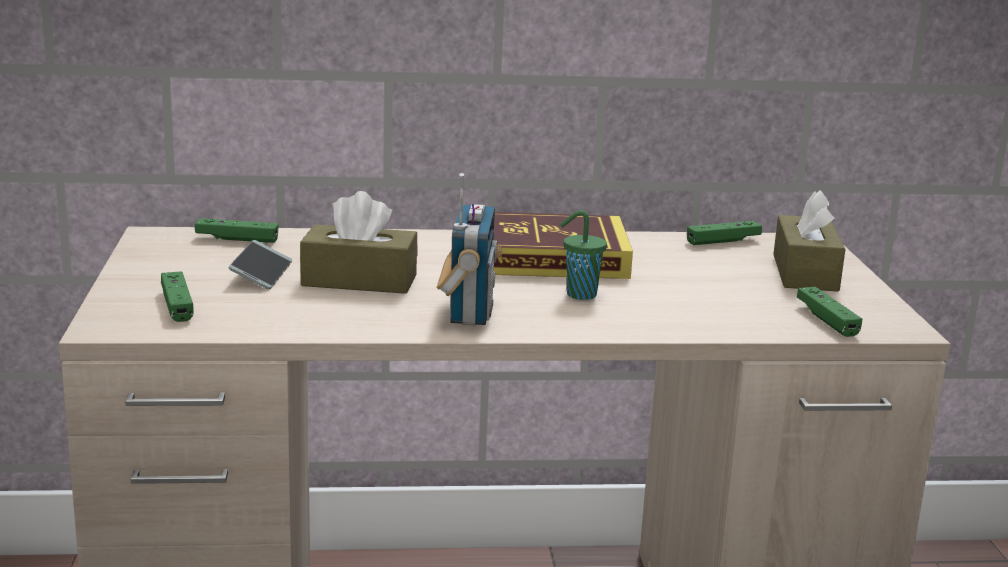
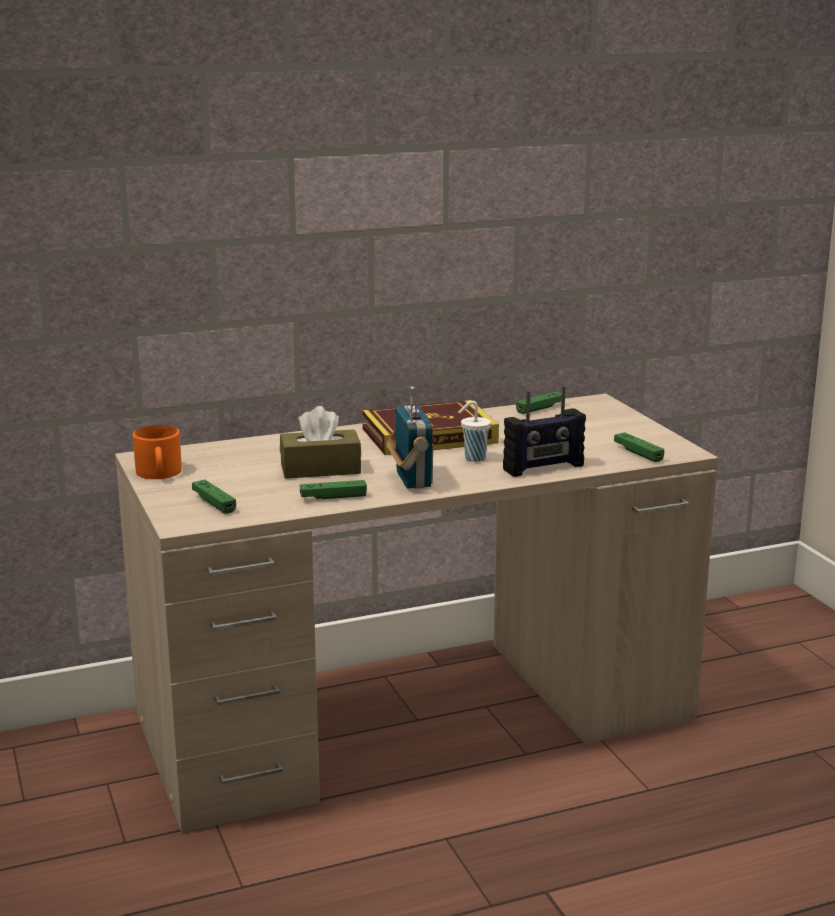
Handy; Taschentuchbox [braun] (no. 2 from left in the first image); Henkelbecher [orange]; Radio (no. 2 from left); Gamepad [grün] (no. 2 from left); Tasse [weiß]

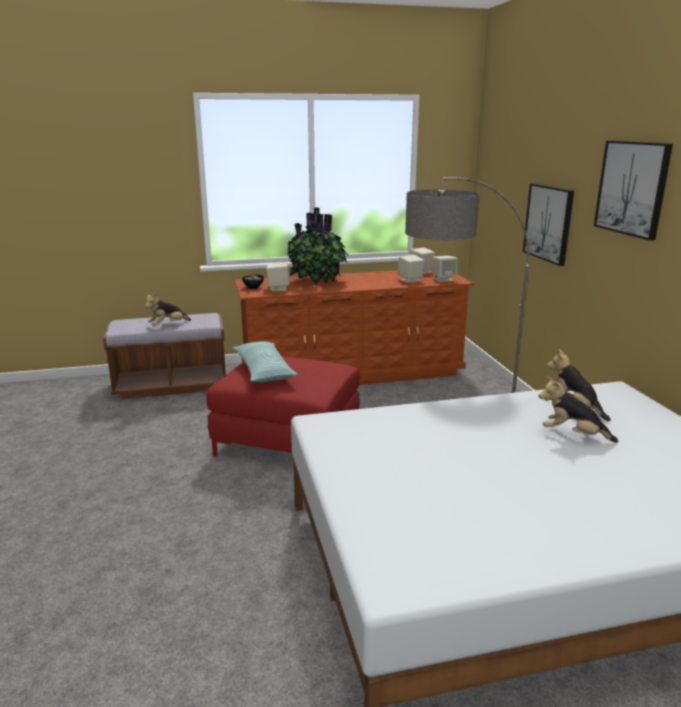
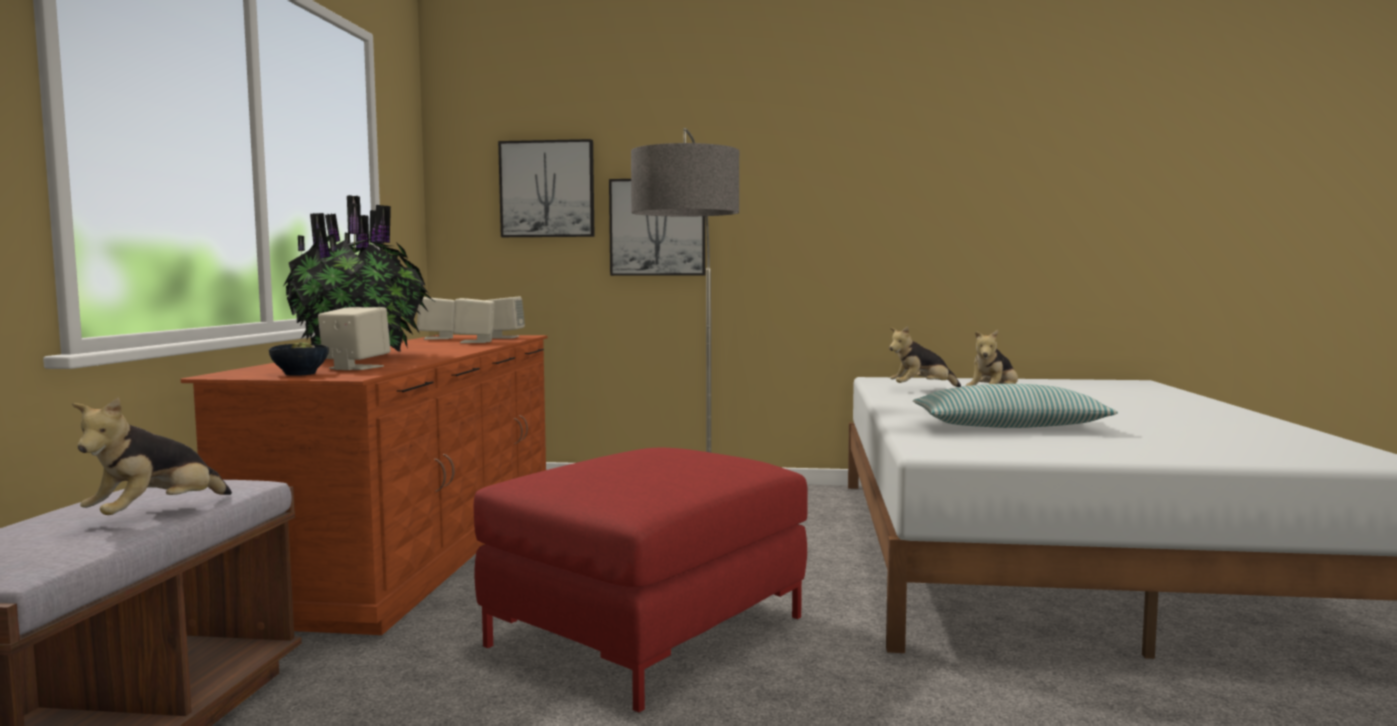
Kissen; Bild (no. 1 from left); Plüschtier (no. 1 from left)

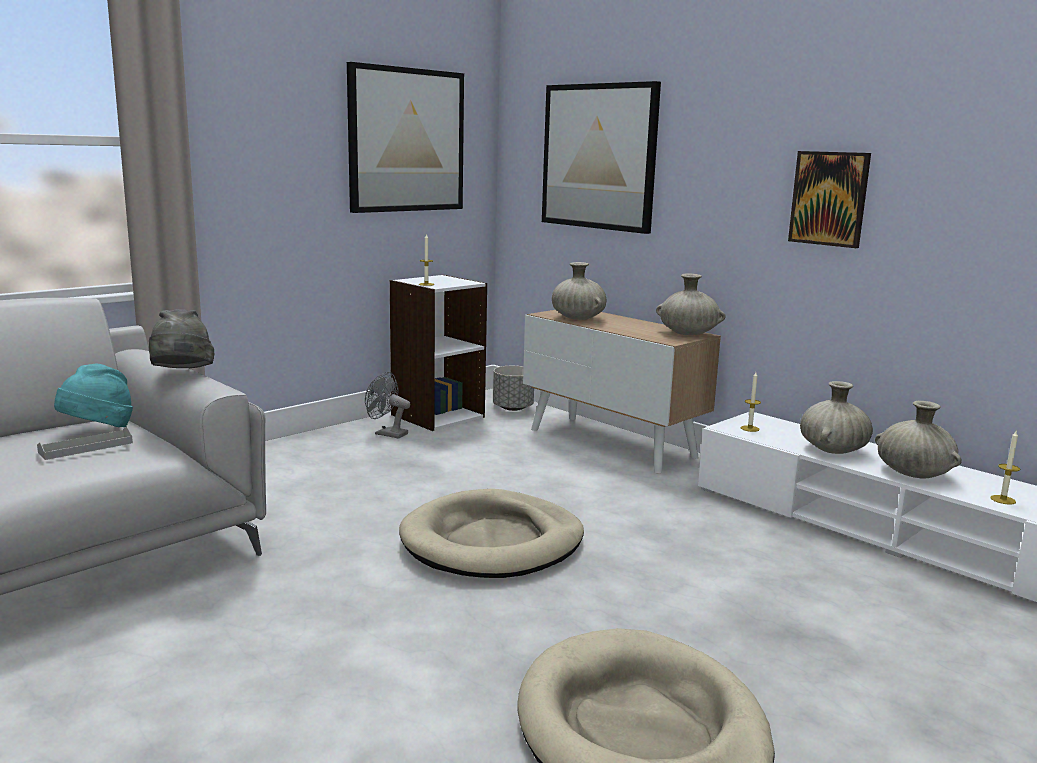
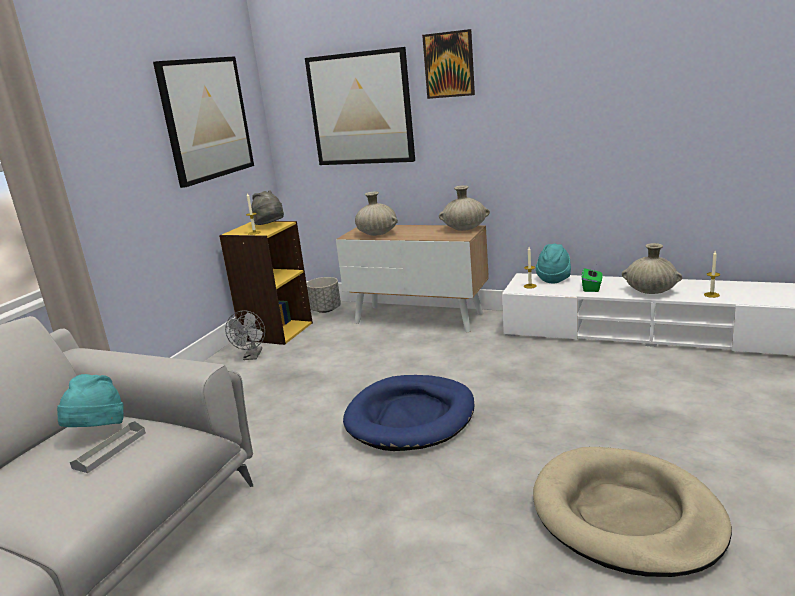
Hut [türkis] (no. 2 from left); Hut [grau]; Bild (no. 3 from left); Taschentuchbox [grün]; Bücherregal [gelb]; Hundebett [blau]; Ventilator [grau]

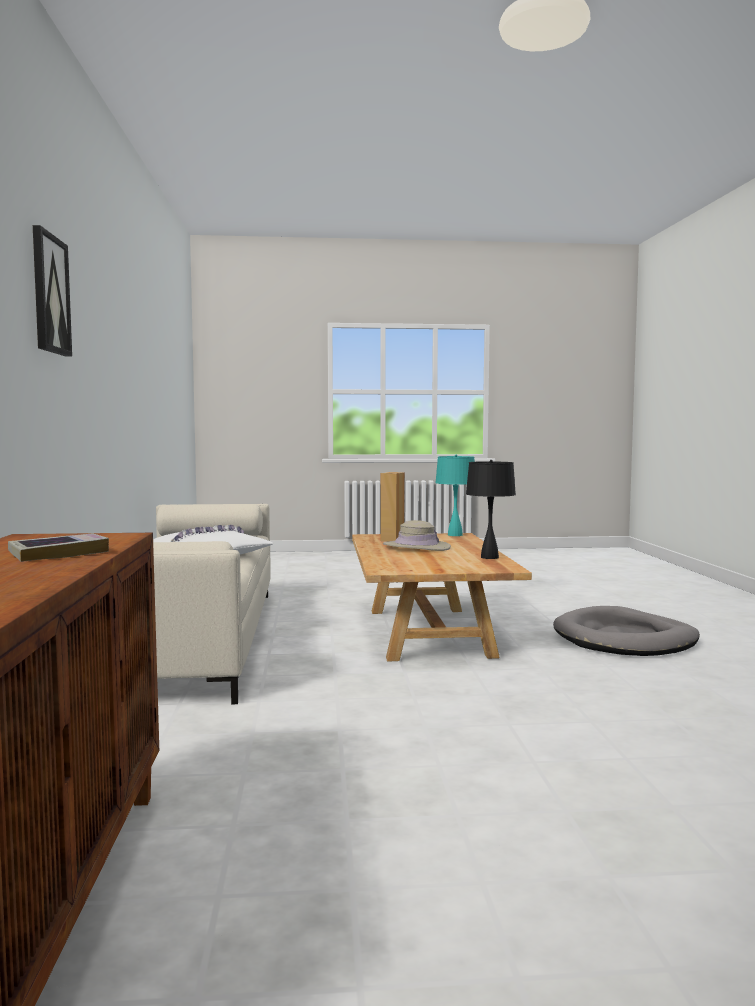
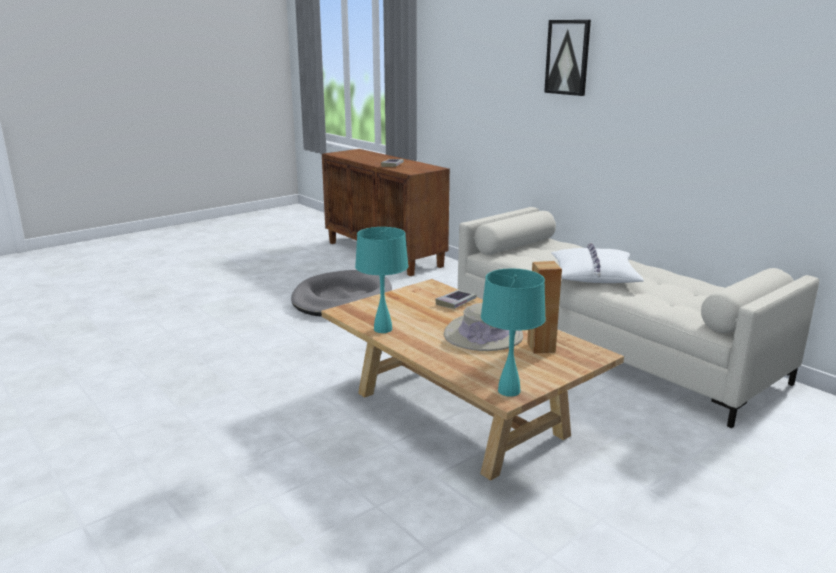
Buch (no. 2 from left); Hundebett [grau]; Tischlampe [türkis] (no. 1 from left)

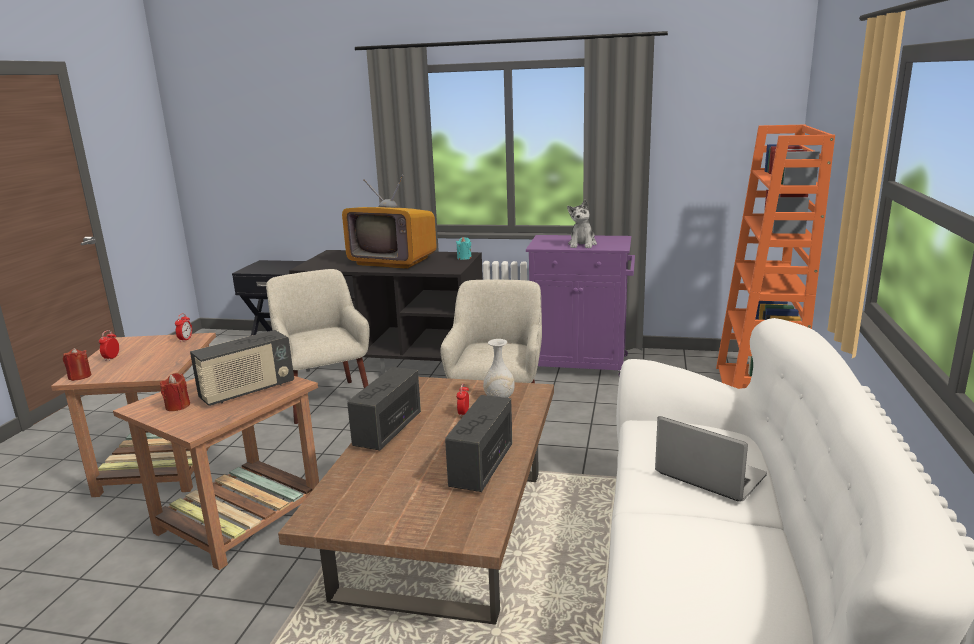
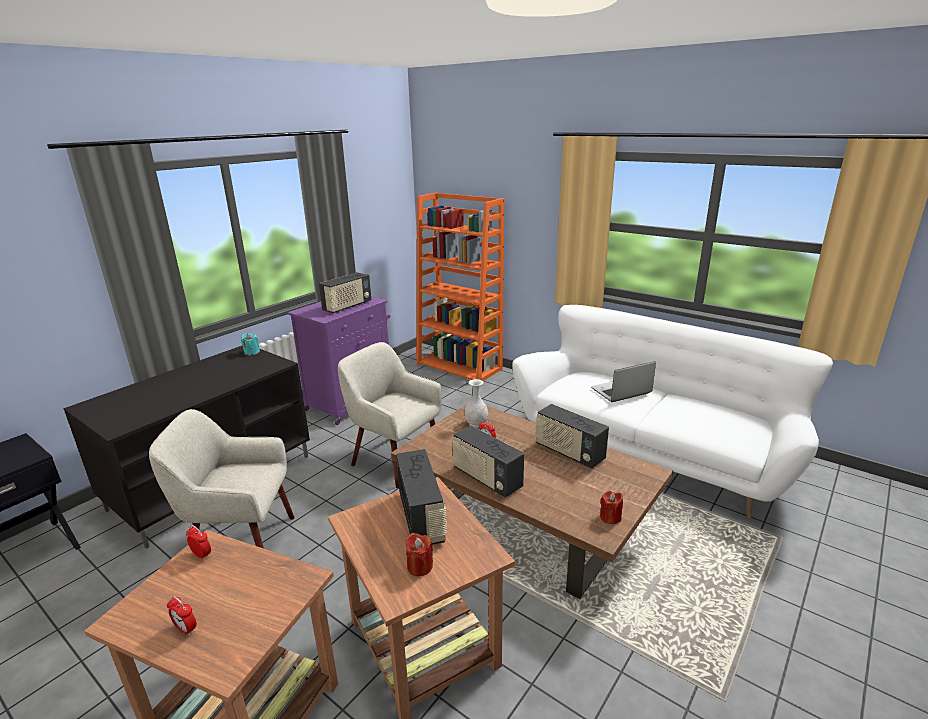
Fernseher; Kerze [rot] (no. 2 from left); Radio (no. 1 from left)

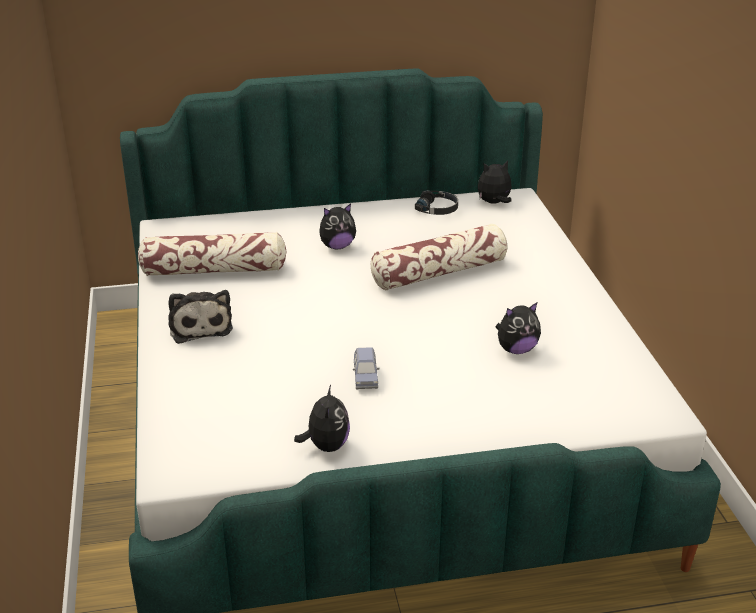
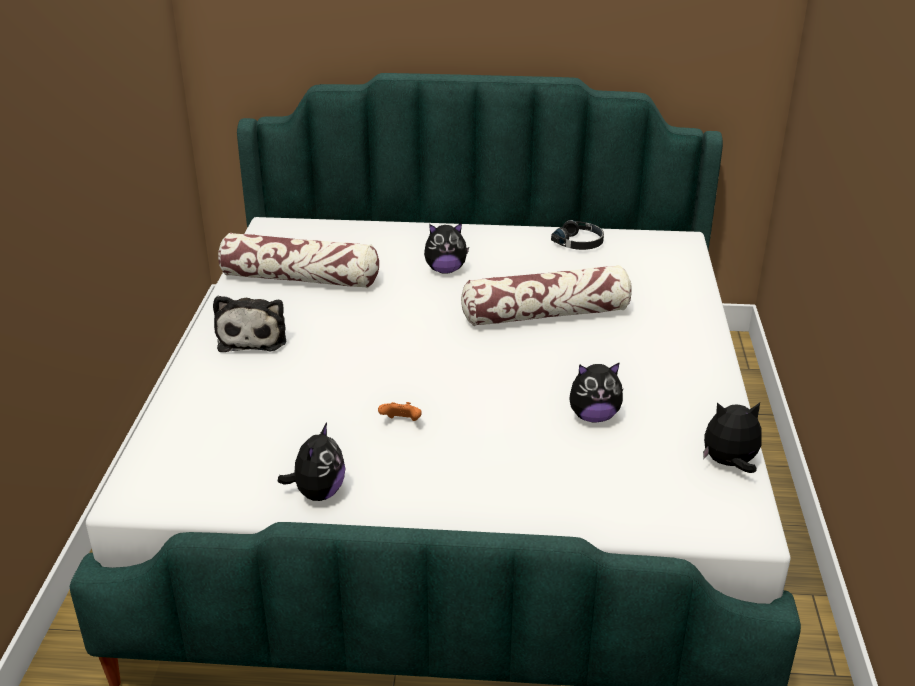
Plüschtier (no. 5 from left); Gamepad [orange]

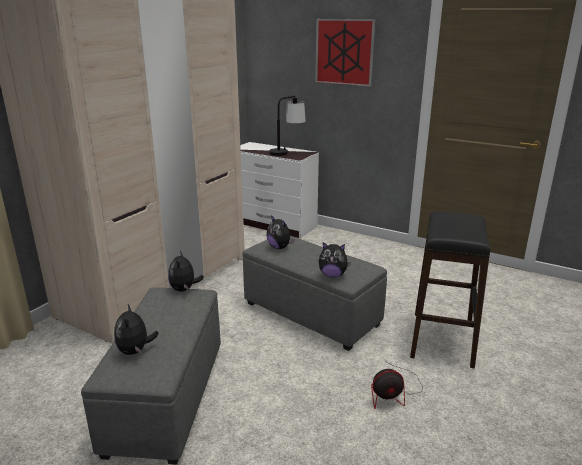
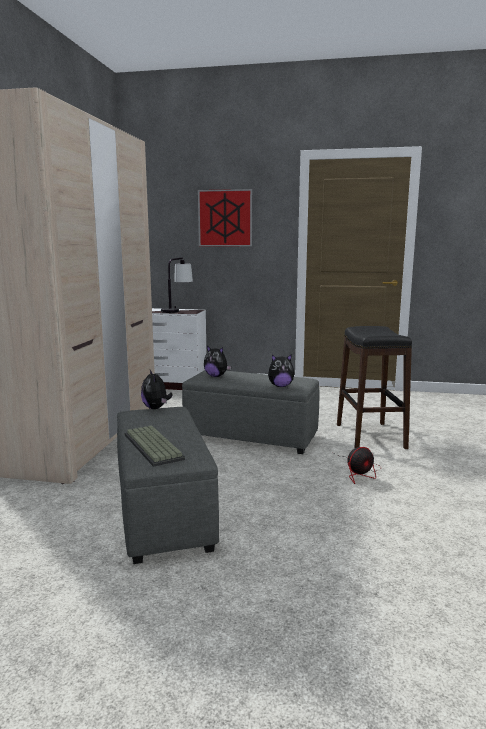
Tastatur

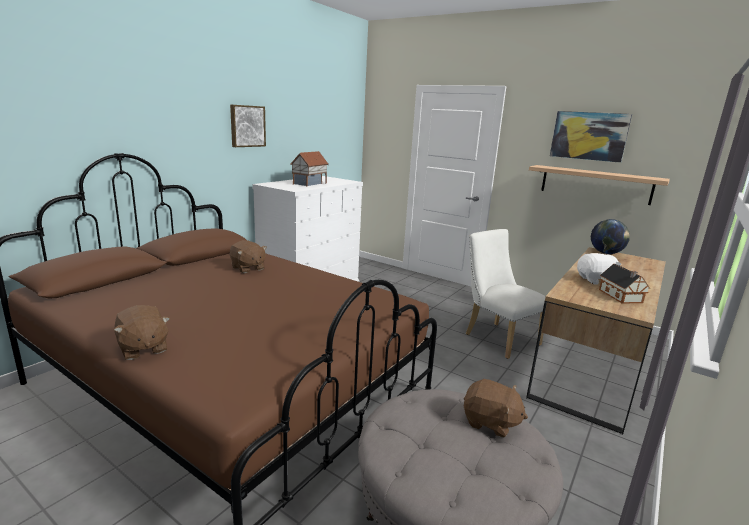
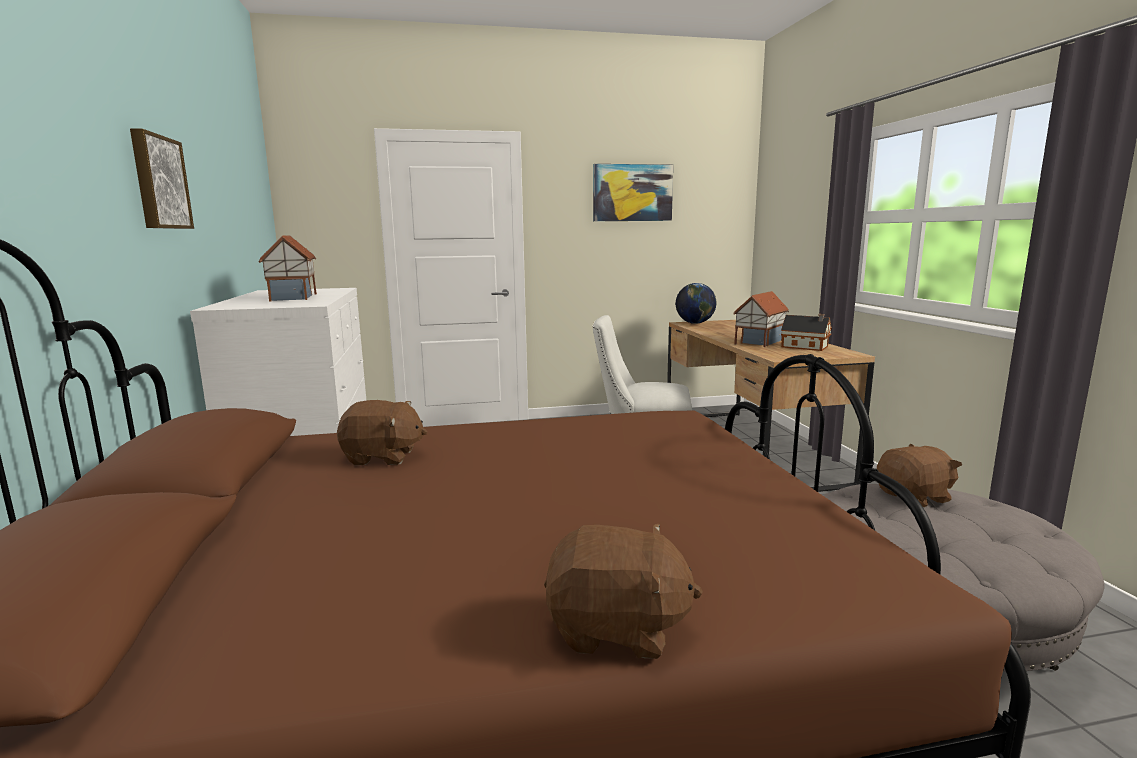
Wandregal; Spielzeughaus (no. 2 from left)

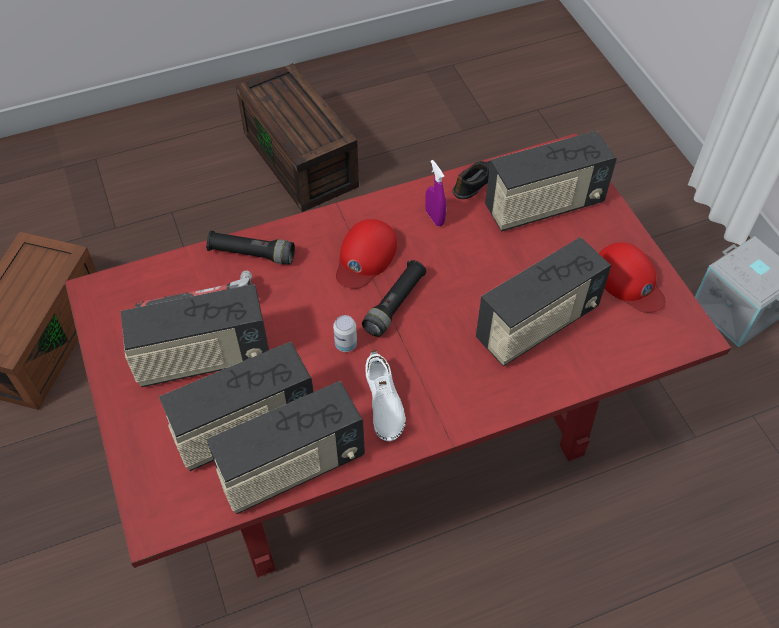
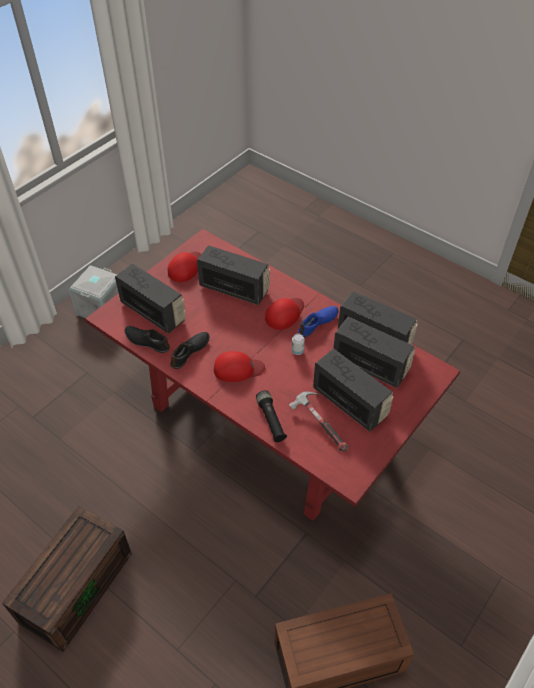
Taschenlampe [schwarz] (no. 2 from left in the first image); Kappe [rot] (no. 3 from left); Schuh [schwarz] (no. 2 from left); Schuh [blau]

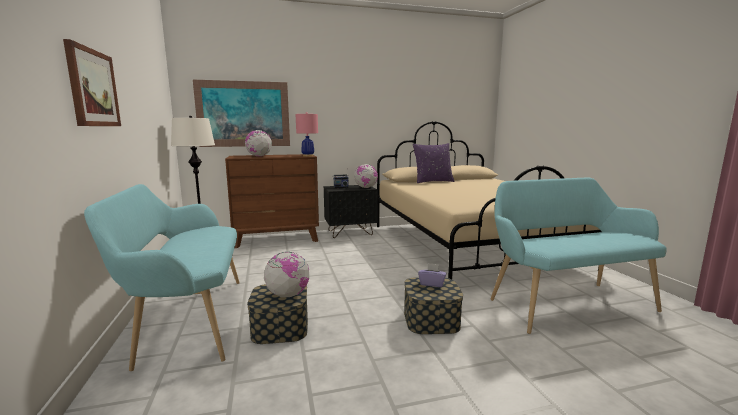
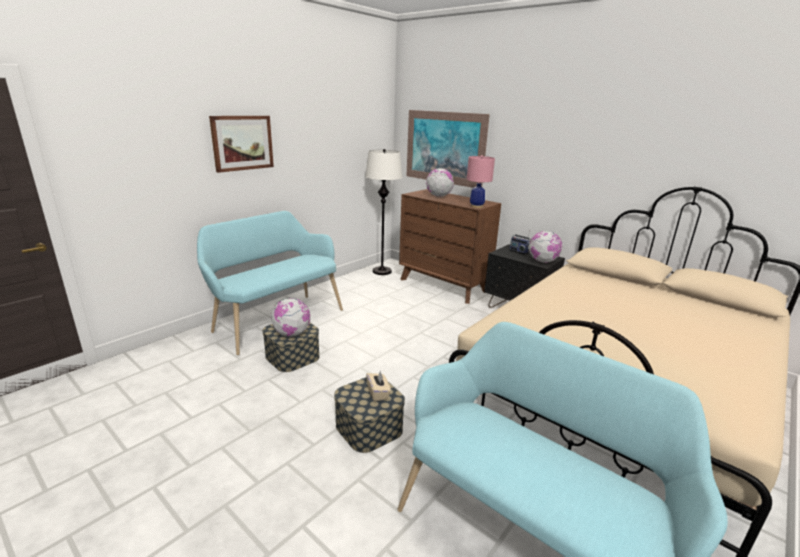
Kissen [lila]; Taschentuchbox [beige]

